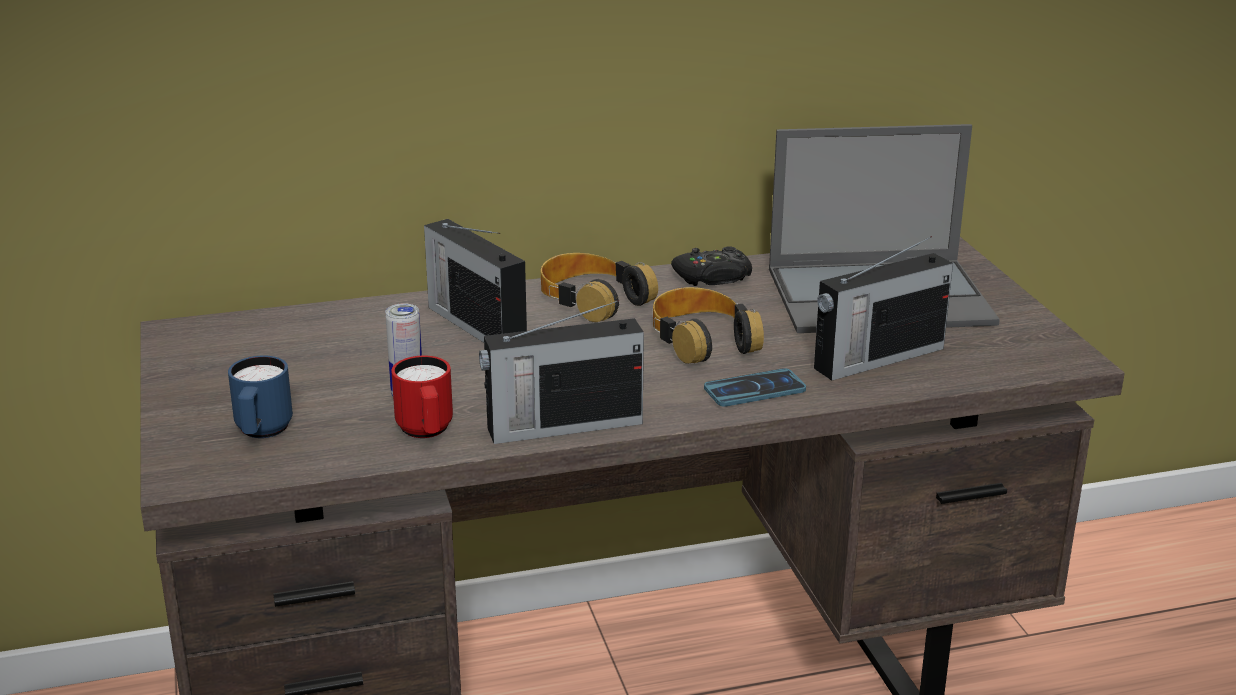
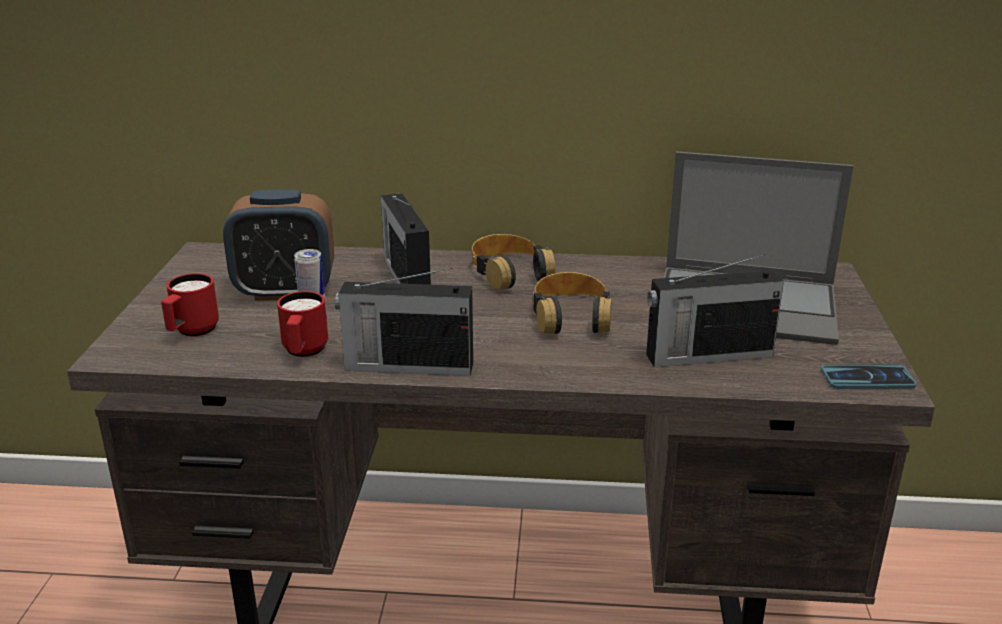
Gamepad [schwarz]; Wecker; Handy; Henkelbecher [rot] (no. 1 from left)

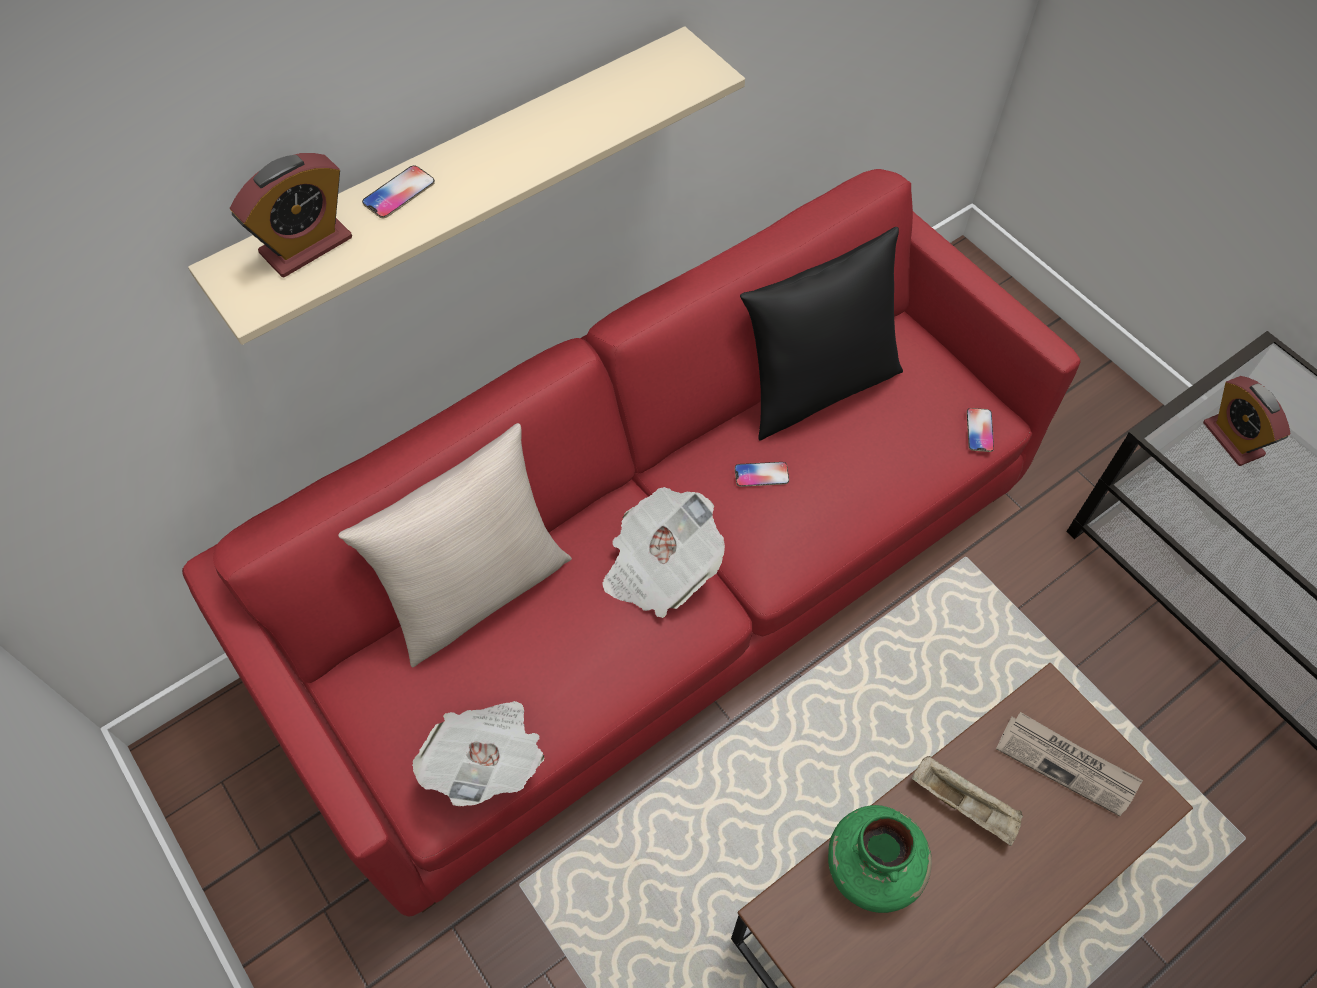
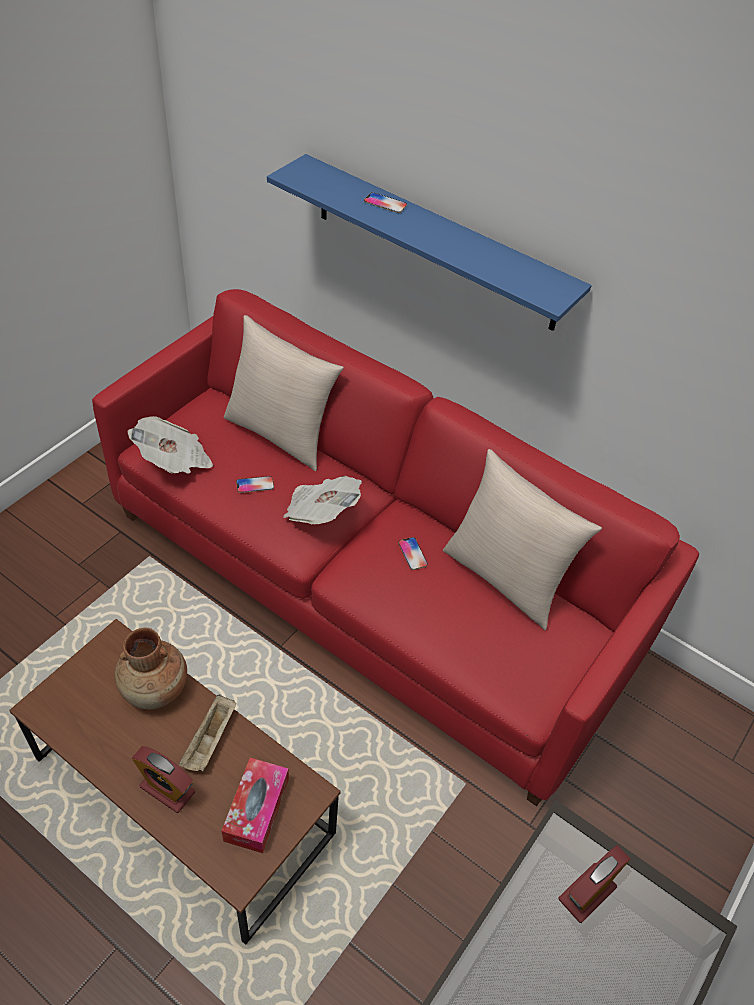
Wecker (no. 1 from left); Handy (no. 1 from left); Taschentuchbox; Wandregal [blau]; Kissen [beige] (no. 2 from left); Vase [braun]

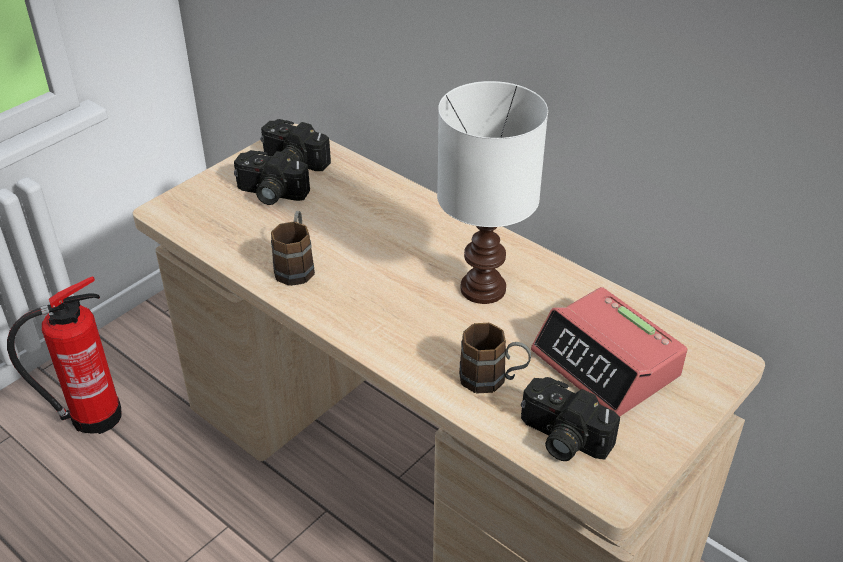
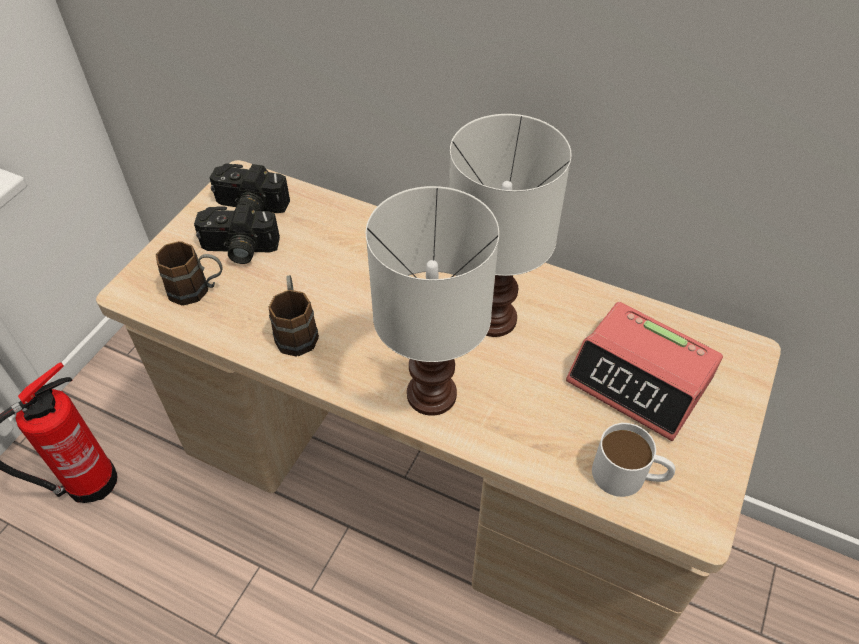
Tischlampe [weiß] (no. 1 from left); Henkelbecher [braun] (no. 1 from left); Henkelbecher [weiß]

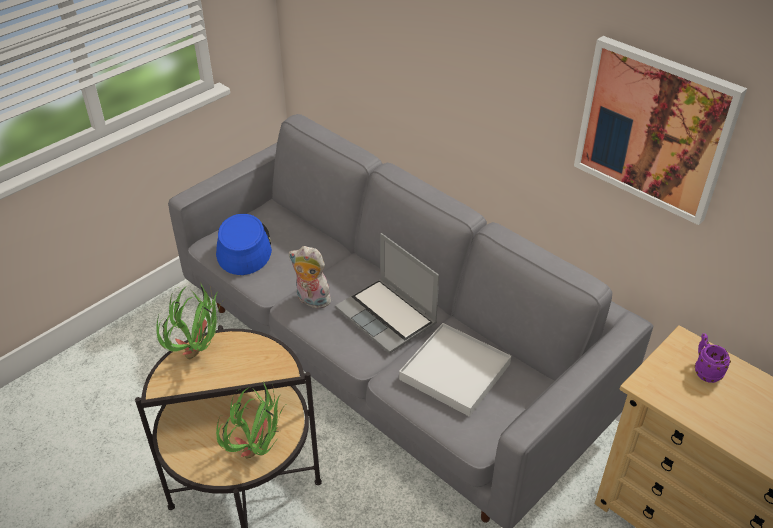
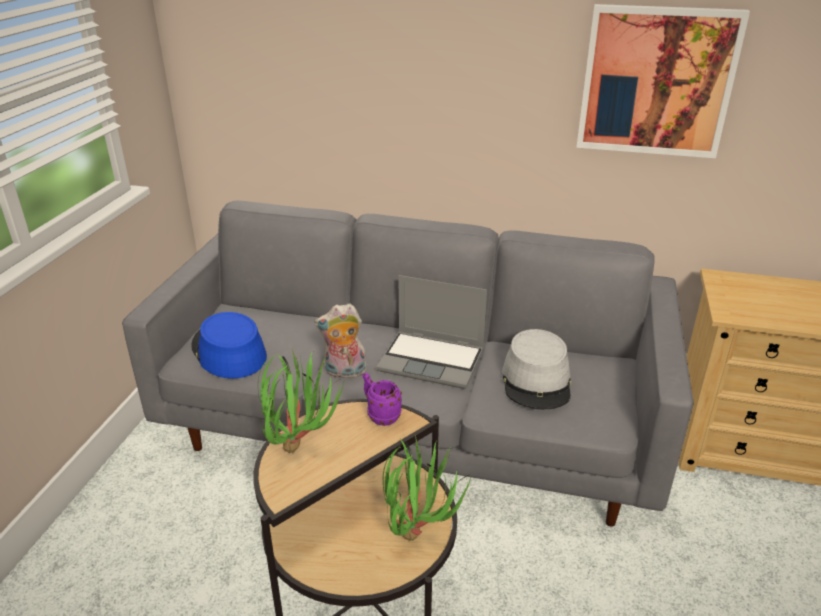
Henkelbecher [lila]; Hut [grau]

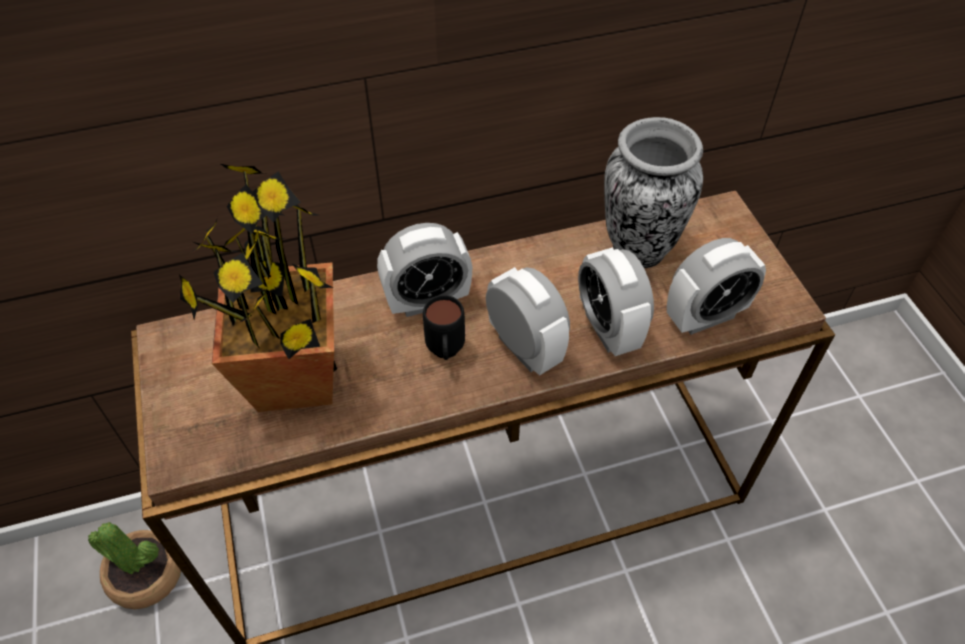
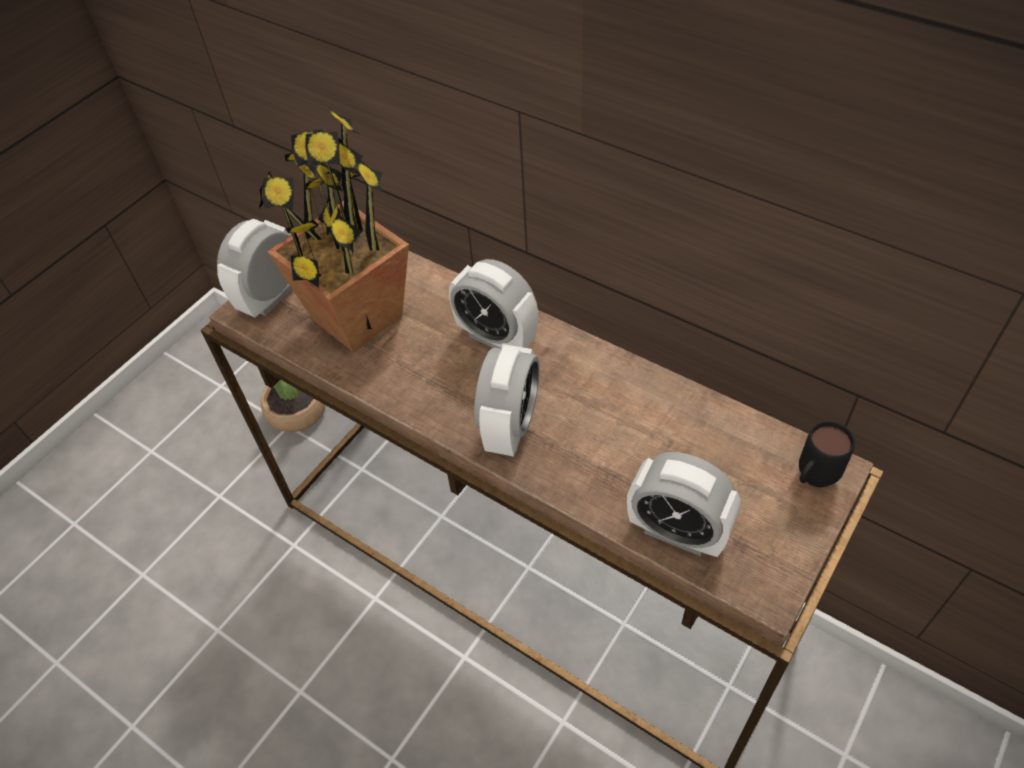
Vase; Henkelbecher [schwarz]; Wecker (no. 1 from left)

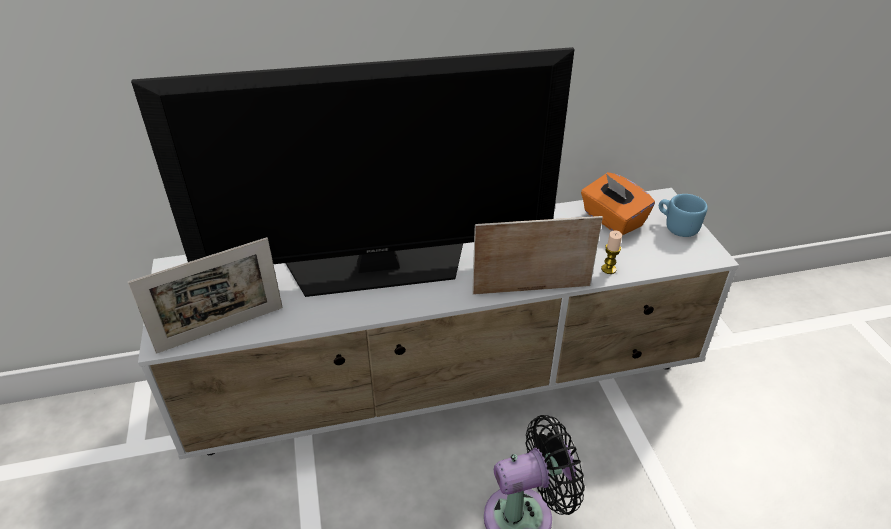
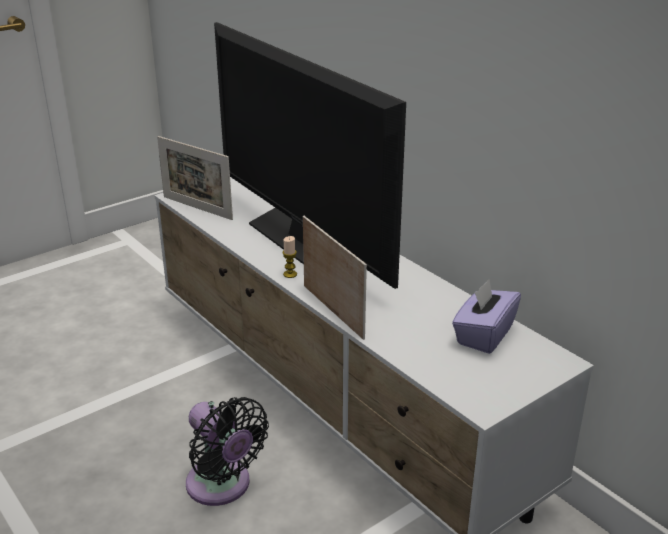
Henkelbecher [blau]; Kerze; Taschentuchbox [lila]

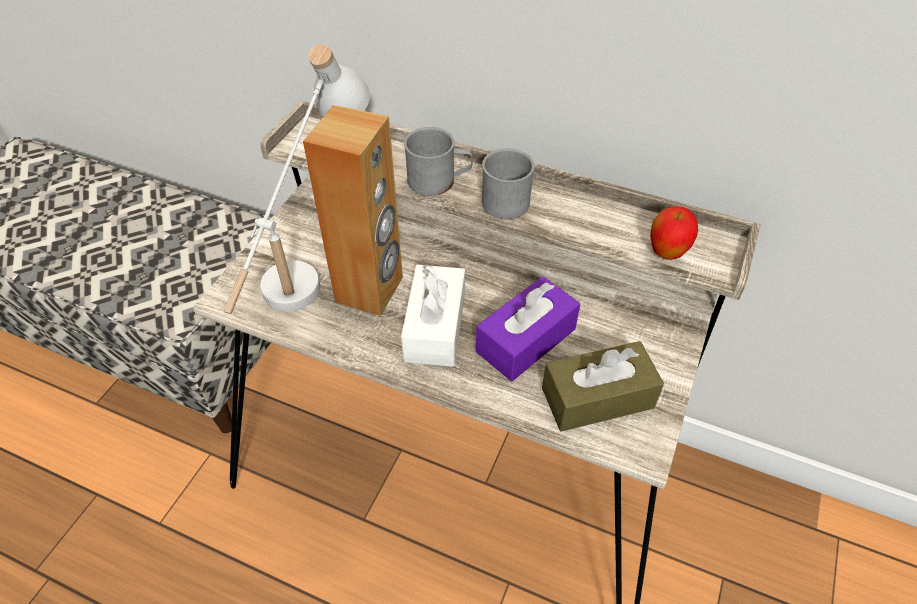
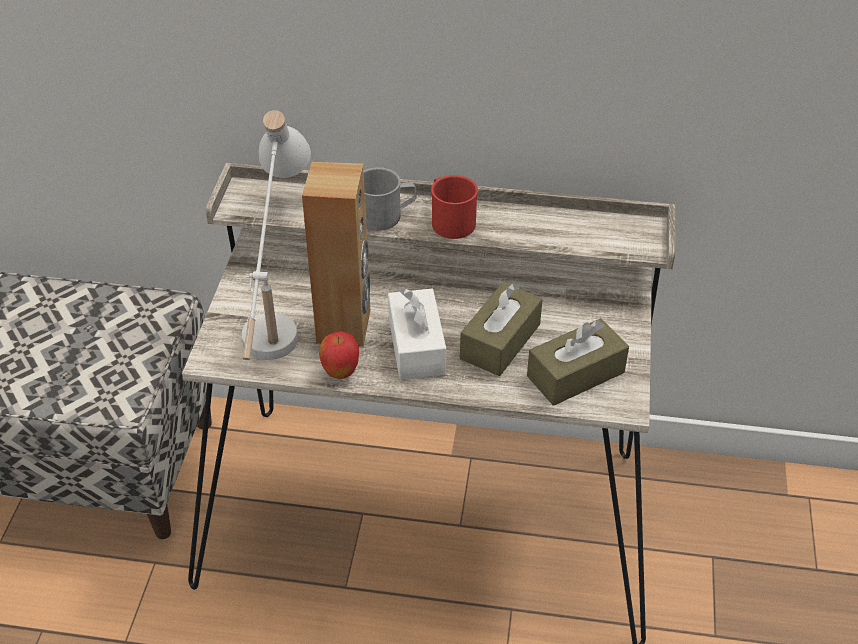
Apfel; Taschentuchbox [braun] (no. 1 from left); Henkelbecher [rot]

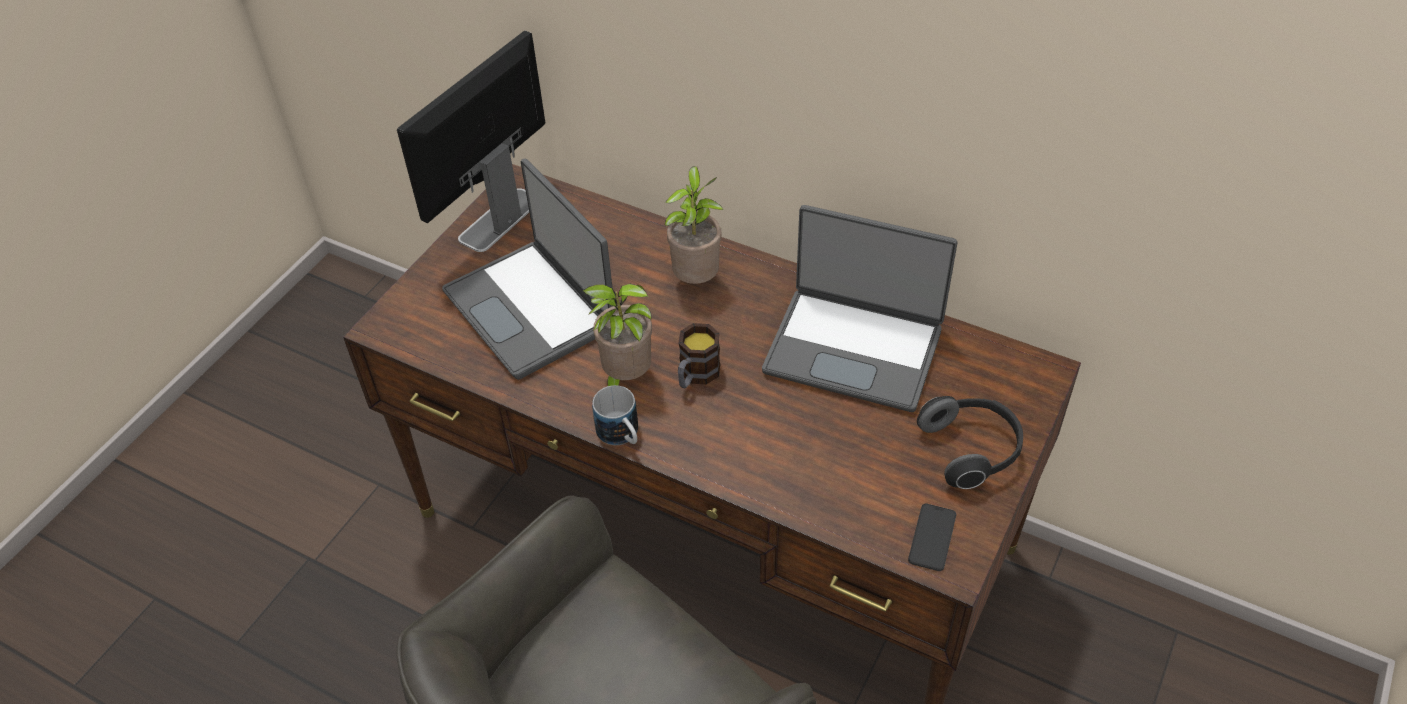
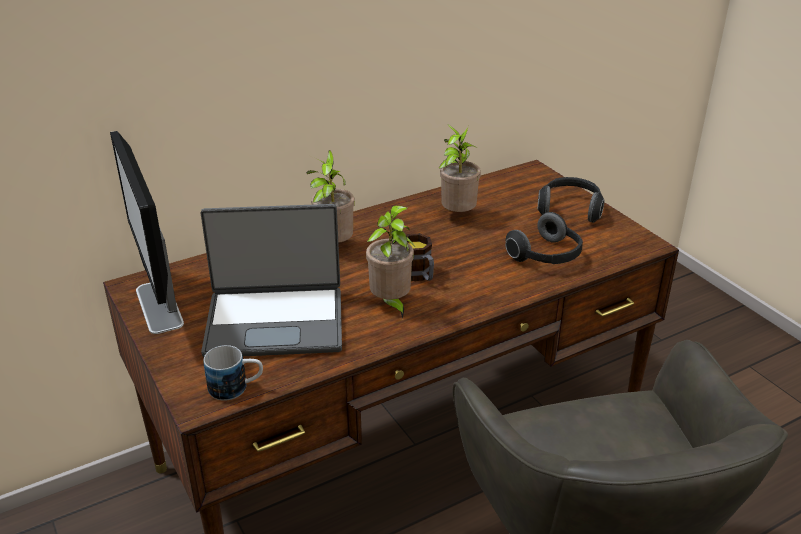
Handy; Kopfhörer (no. 1 from left); Henkelbecher (no. 1 from left); Topfpflanze (no. 3 from left)

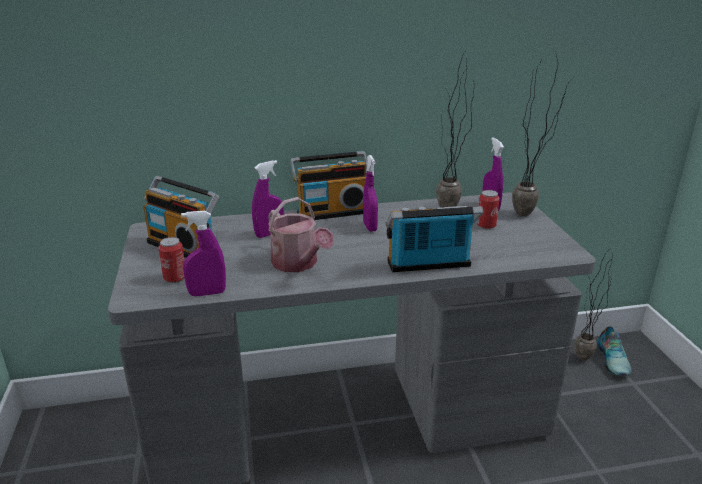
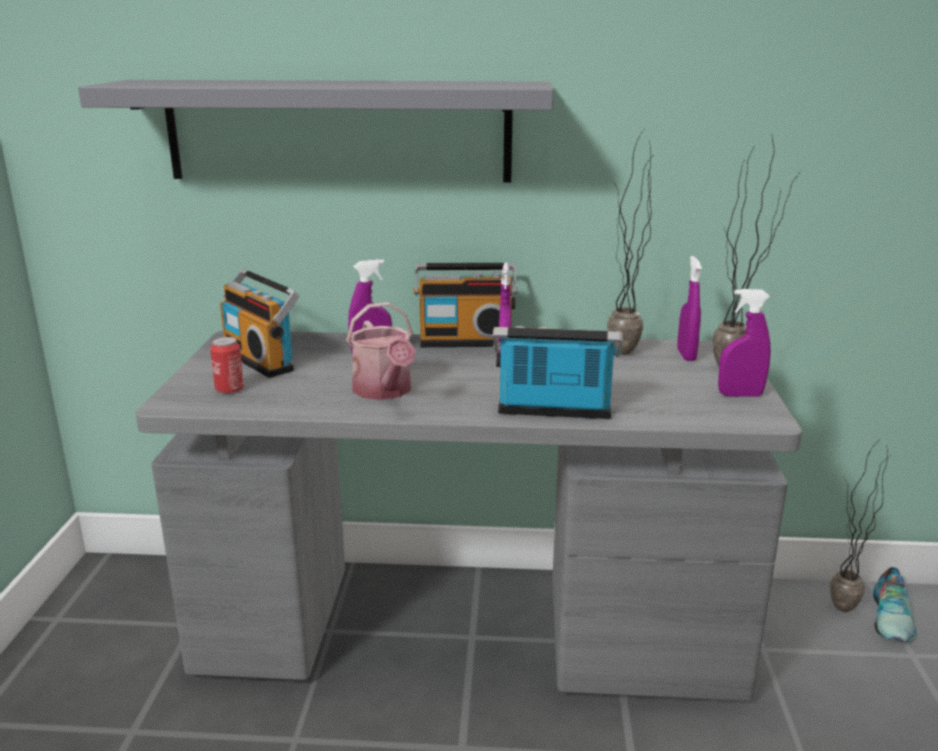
Dose (no. 2 from left in the first image); Wandregal [grau]; Sprühflasche [lila] (no. 4 from left)

